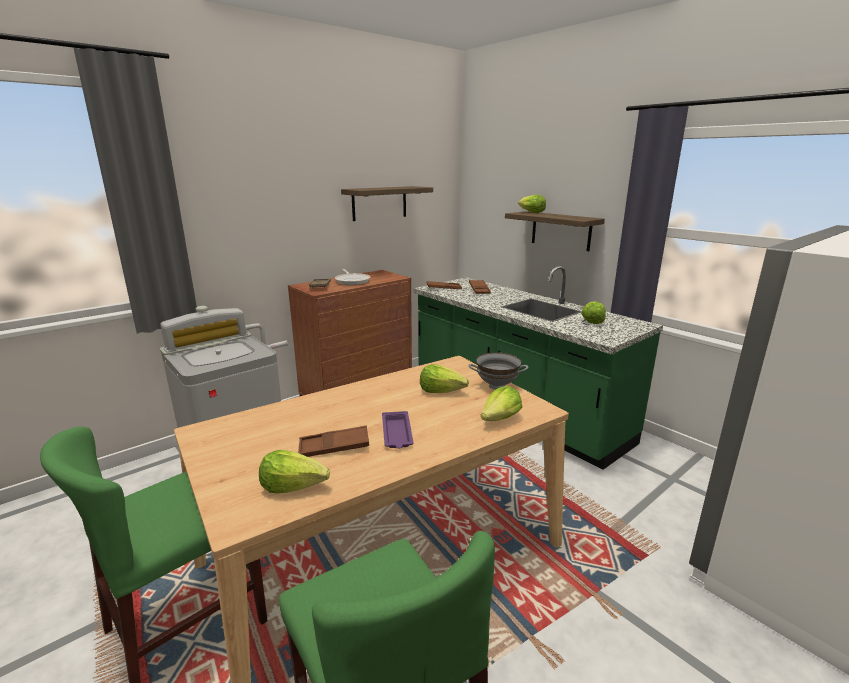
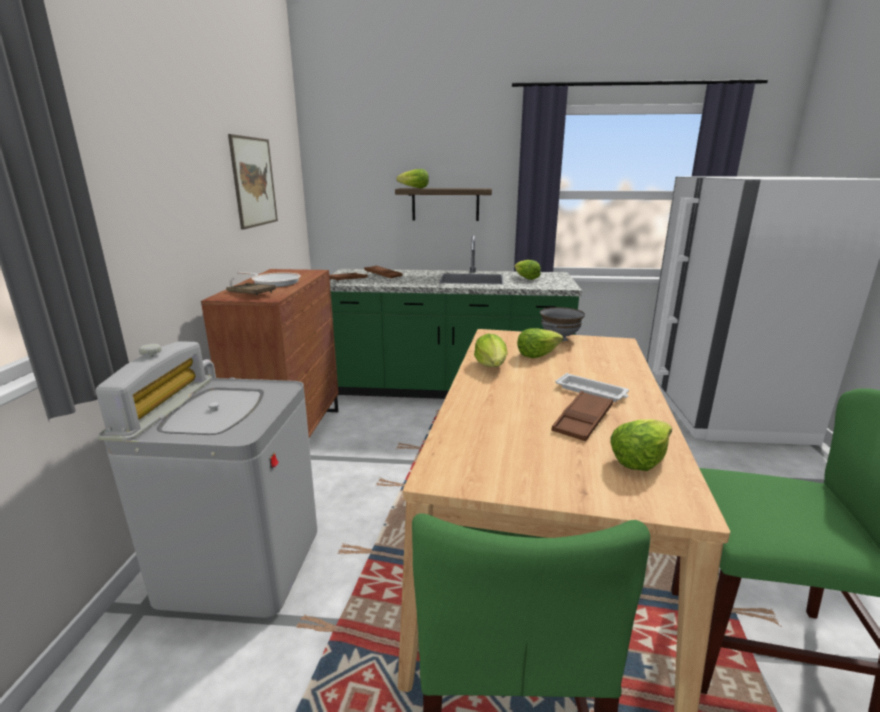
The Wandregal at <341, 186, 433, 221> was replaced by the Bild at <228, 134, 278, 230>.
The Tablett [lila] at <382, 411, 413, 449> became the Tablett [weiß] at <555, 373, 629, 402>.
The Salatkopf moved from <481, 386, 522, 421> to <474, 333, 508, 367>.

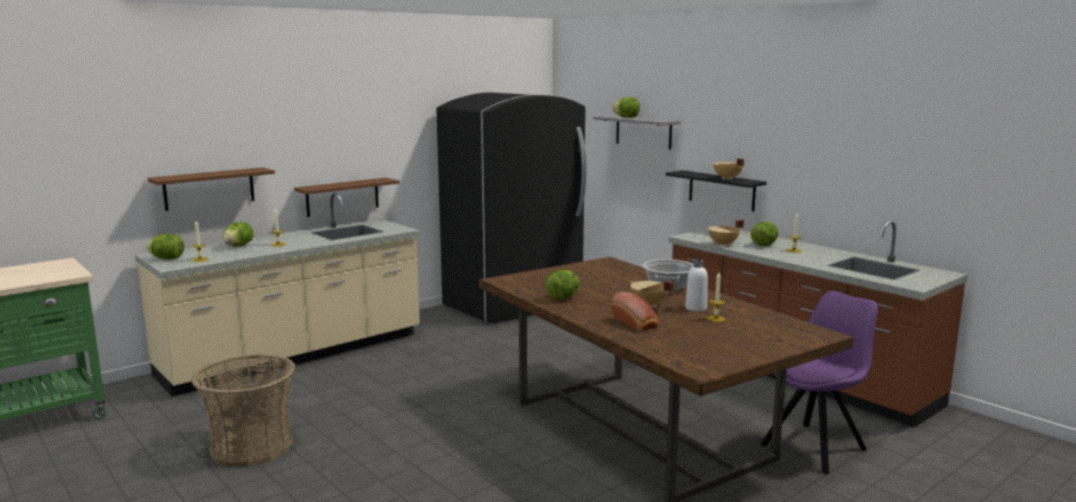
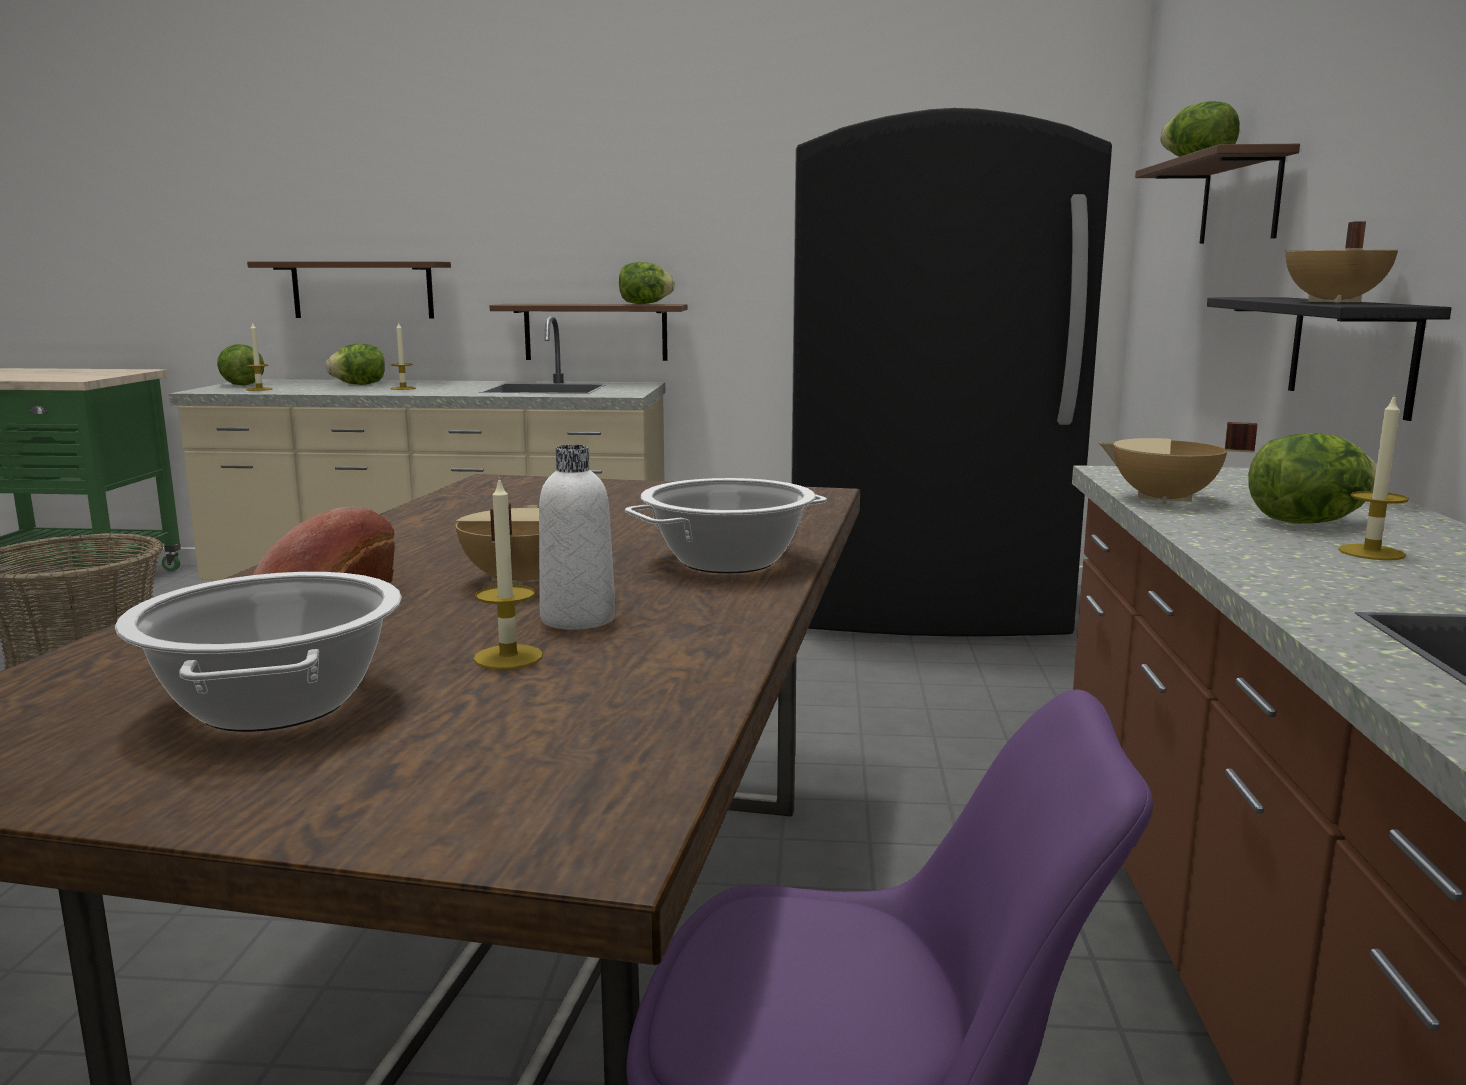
The Salatkopf moved from <545, 270, 579, 300> to <619, 262, 675, 304>.
The Wandregal [grau] at <593, 116, 681, 150> became the Wandregal [braun] at <1135, 144, 1300, 244>.
The Kochtopf at <115, 572, 402, 732> appeared.

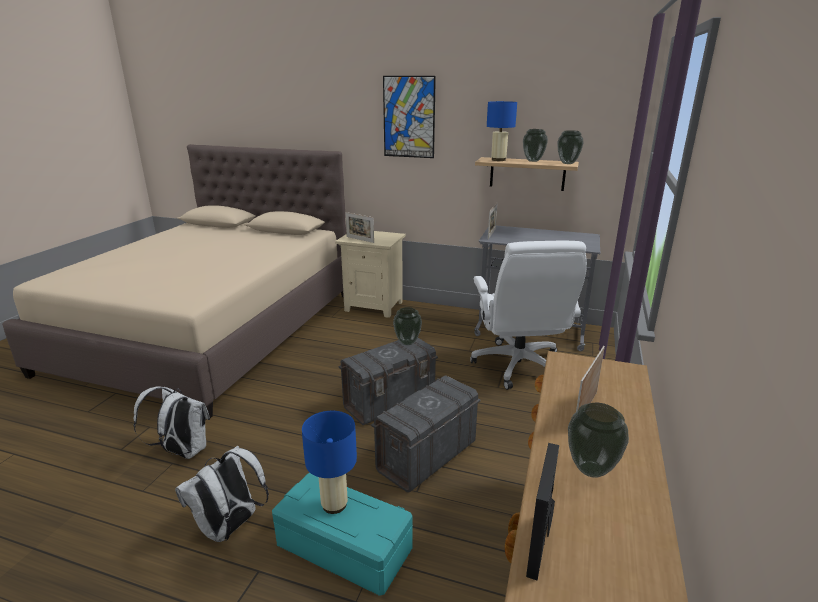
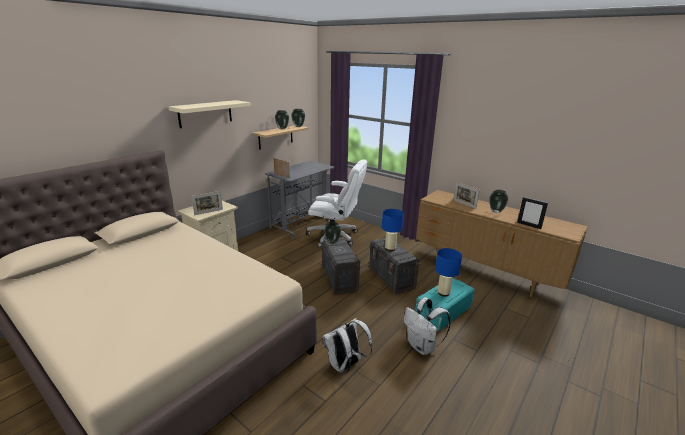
The Bild at <383, 76, 436, 158> was replaced by the Wandregal [beige] at <168, 100, 251, 128>.
The Tischlampe [blau] moved from <487, 101, 517, 161> to <382, 209, 404, 251>.

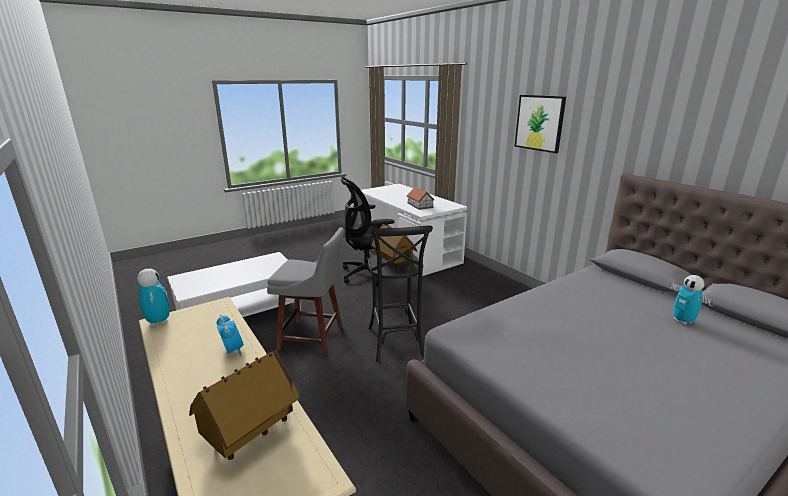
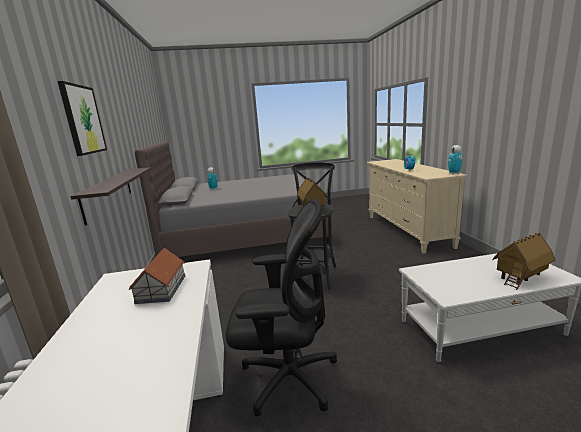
The Spielzeughaus moved from <189, 350, 300, 460> to <492, 233, 555, 290>.
The Hocker [grau] at <267, 227, 344, 356> disappeared.
The Wandregal at <70, 167, 152, 226> appeared.

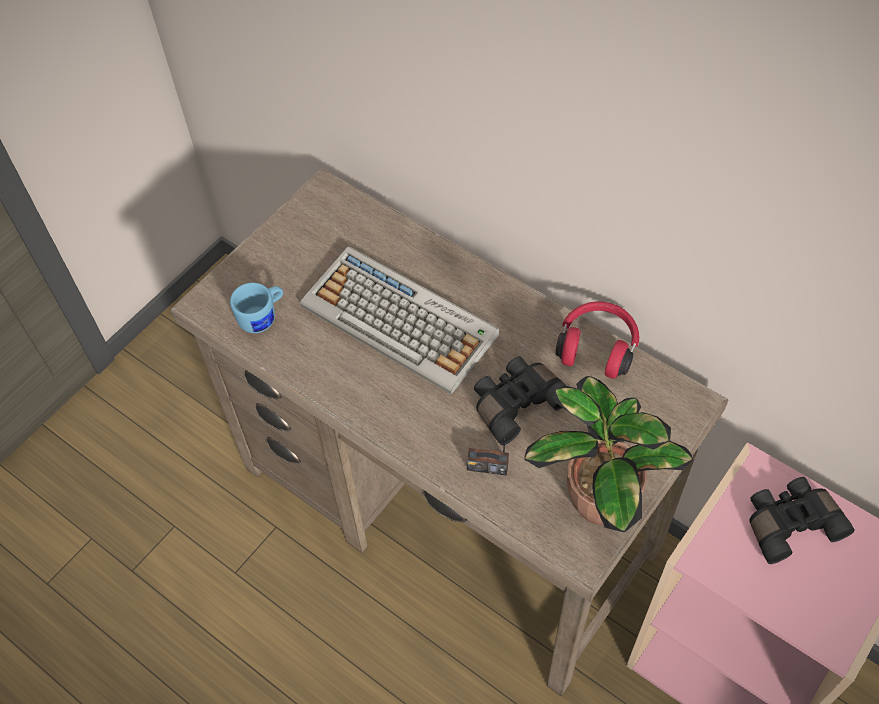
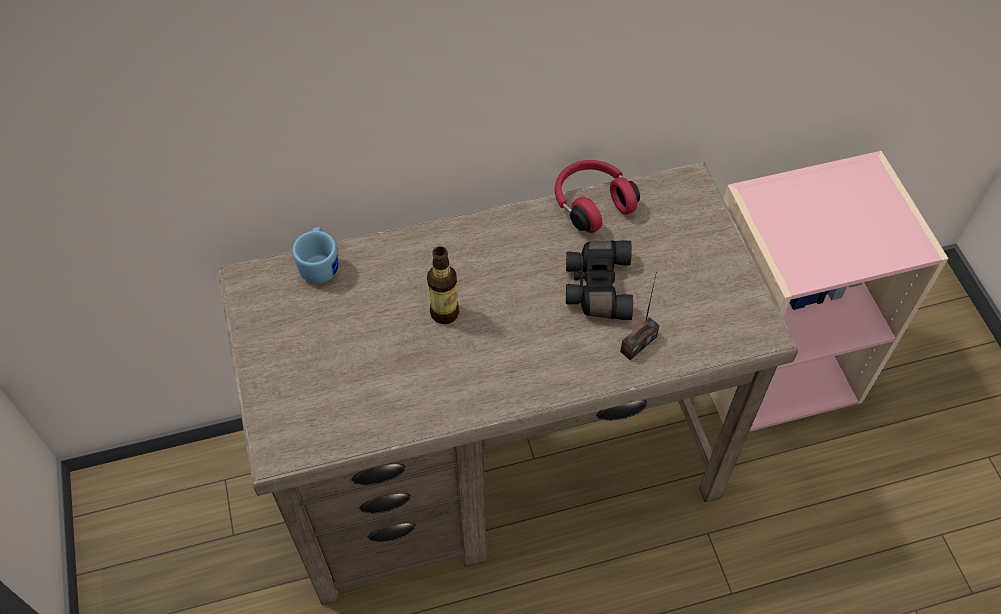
The Henkelbecher [blau] moved from <230, 283, 283, 333> to <292, 227, 339, 284>.
The Tastatur at <300, 246, 499, 395> was replaced by the Flasche at <427, 246, 459, 324>.
The Topfpflanze at <524, 376, 693, 532> disappeared.
The Fernglas [schwarz] at <749, 477, 855, 564> disappeared.

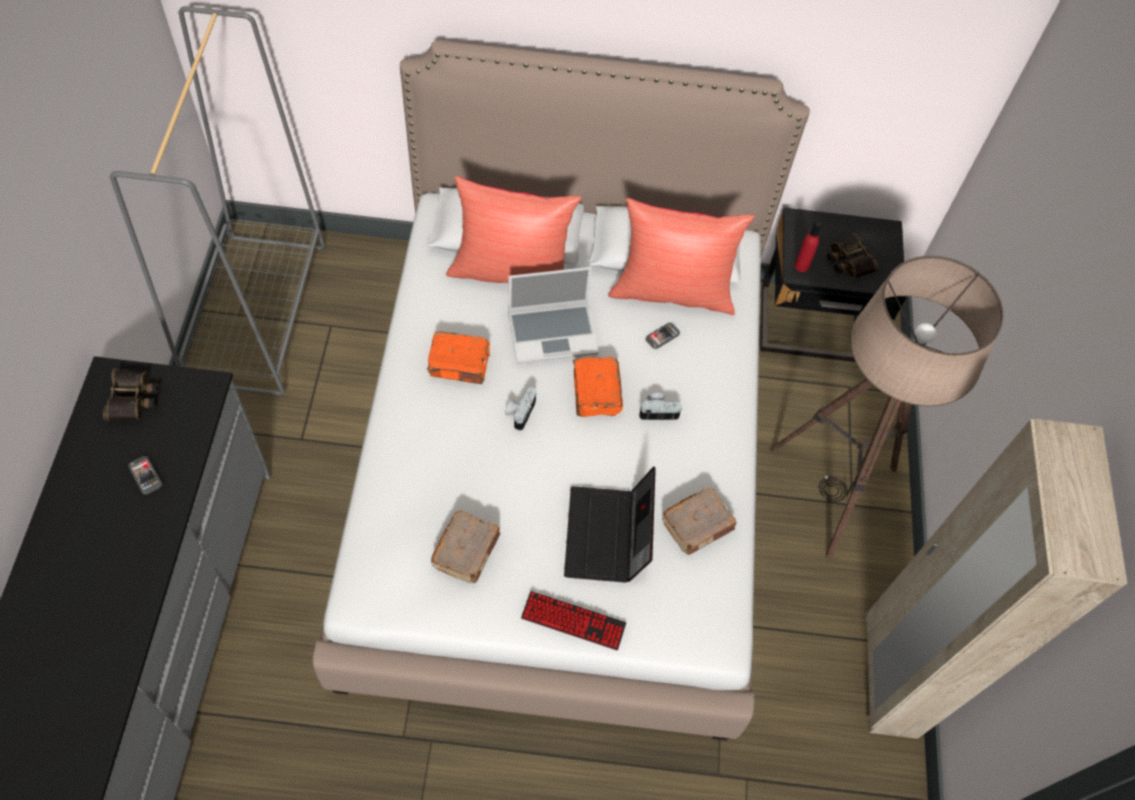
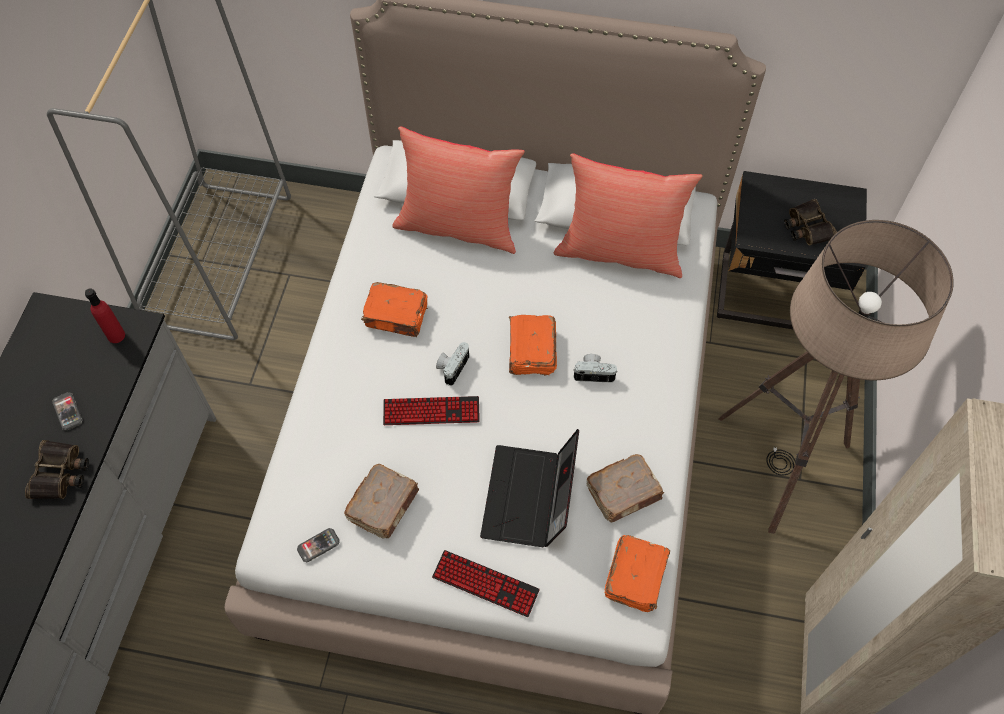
The Fernglas moved from <103, 368, 160, 421> to <25, 440, 89, 499>.
The Laptop at <508, 267, 598, 364> disappeared.
The Handy moved from <646, 322, 680, 349> to <297, 528, 340, 562>.
The Flasche [rot] moved from <794, 221, 822, 272> to <85, 288, 125, 343>.
The Tastatur at <383, 396, 480, 425> appeared.
The Buch [orange] at <605, 535, 670, 612> appeared.

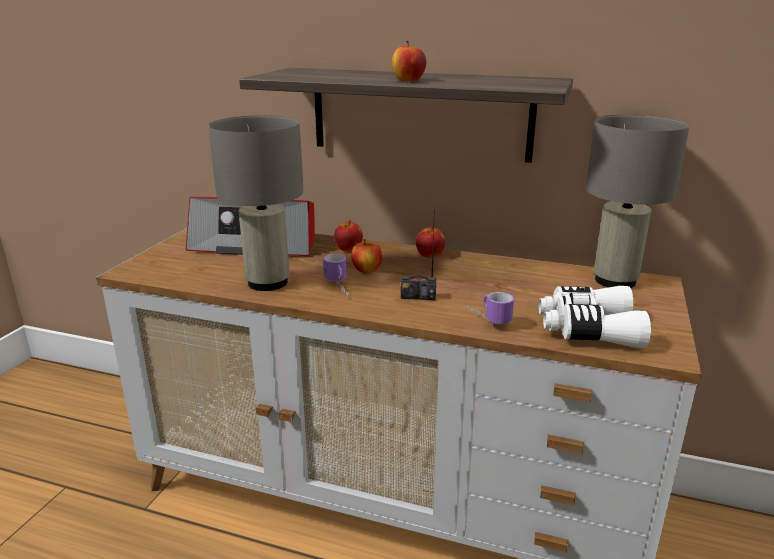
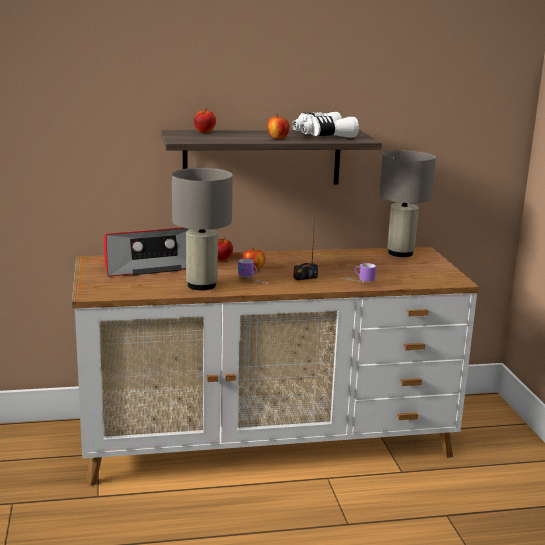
The Apfel moved from <416, 226, 445, 258> to <194, 108, 216, 133>.
The Fernglas [weiß] moved from <538, 286, 651, 348> to <292, 112, 359, 138>.

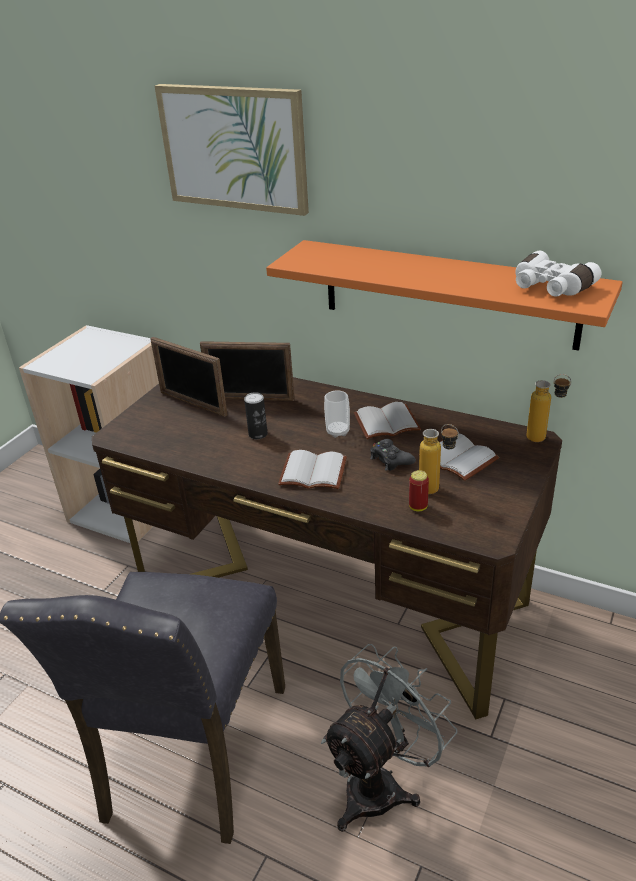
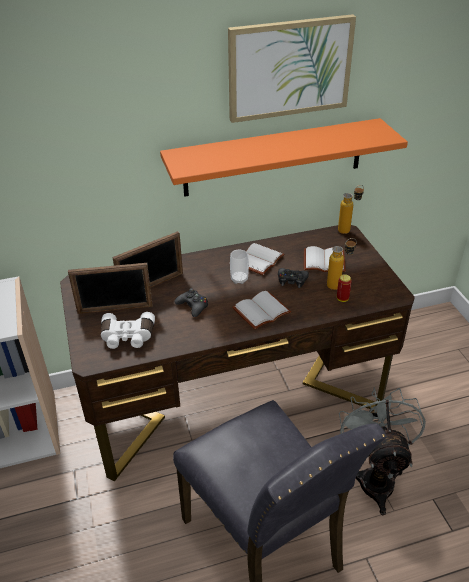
The Bild moved from <155, 84, 309, 216> to <228, 14, 356, 123>.
The Dose at <244, 392, 268, 439> was replaced by the Gamepad [schwarz] at <175, 288, 208, 317>.
The Fernglas [weiß] moved from <515, 251, 602, 297> to <101, 312, 155, 349>.

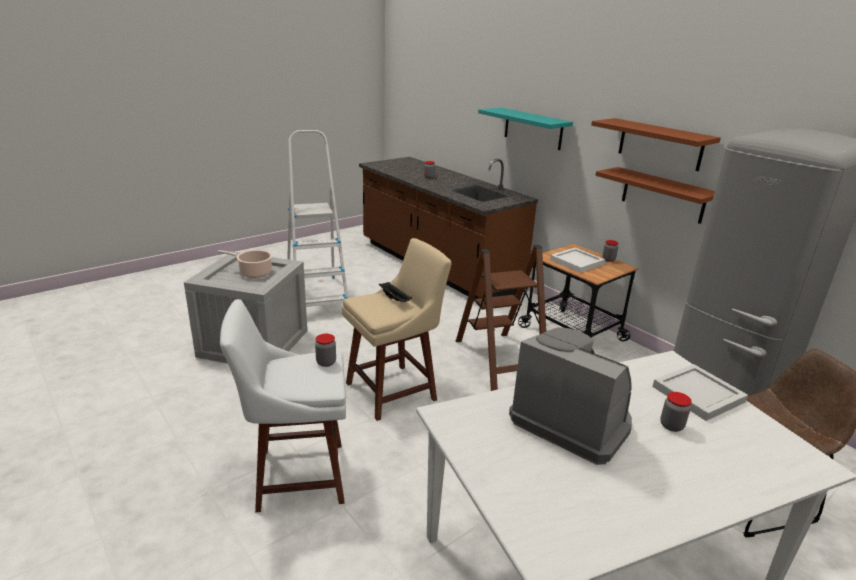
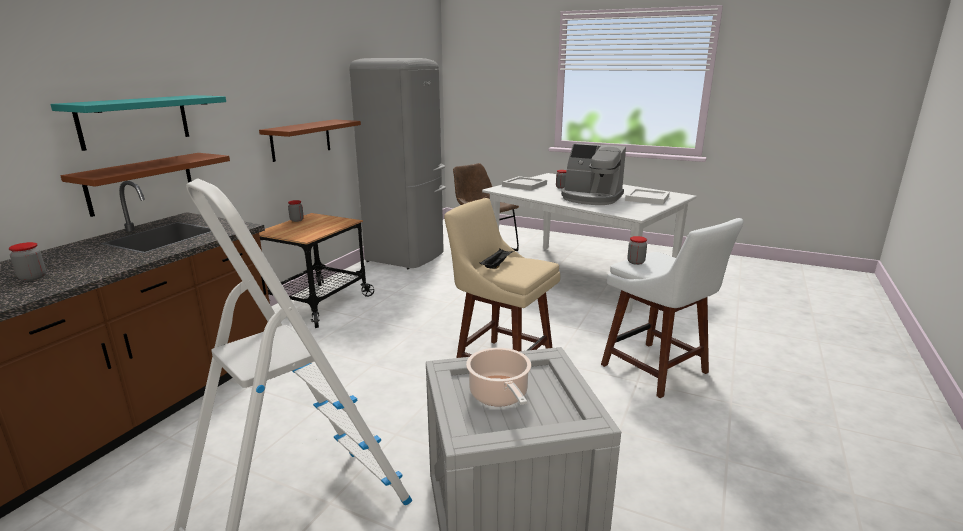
The Trittleiter [braun] at <455, 245, 546, 391> disappeared.
The Kaffeemaschine at <509, 327, 632, 465> turned 75 degrees counterclockwise.
The Tablett [weiß] moved from <550, 248, 605, 273> to <625, 188, 670, 205>.
The Wandregal [braun] moved from <591, 118, 721, 171> to <60, 153, 230, 217>.

